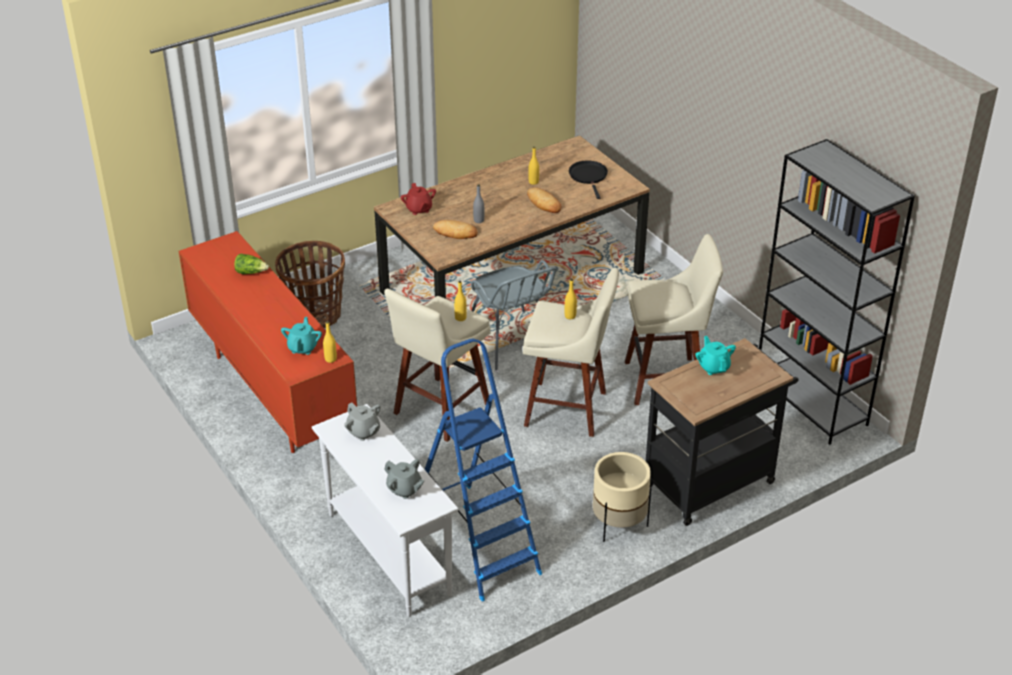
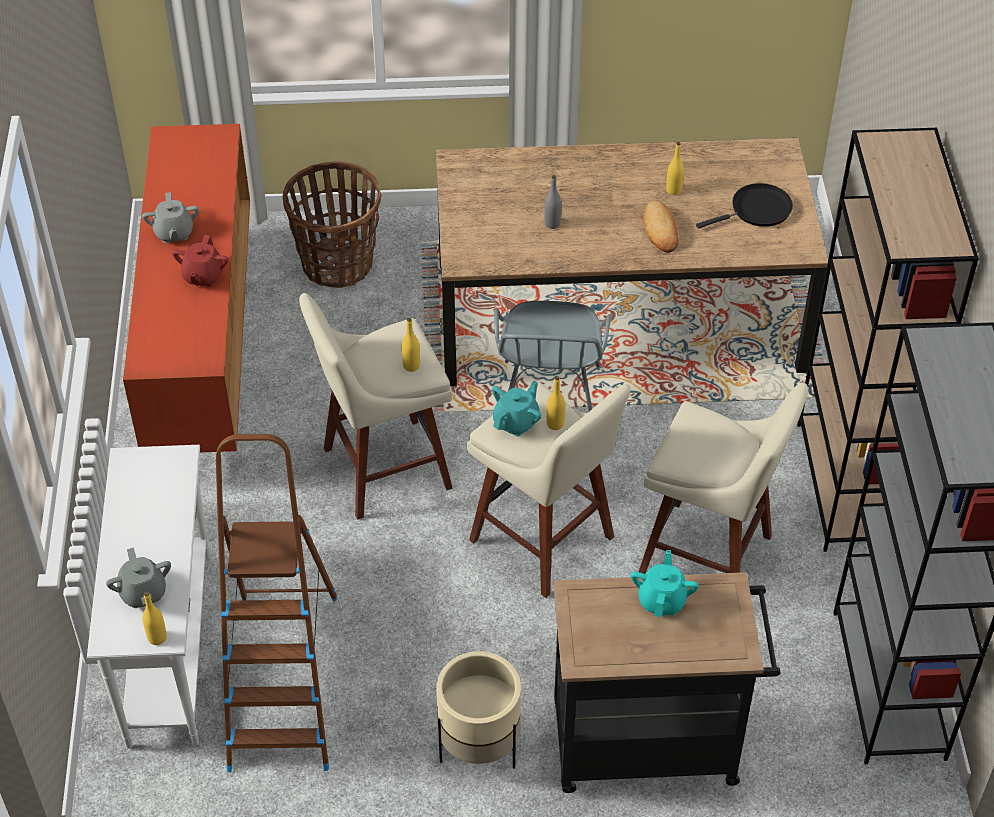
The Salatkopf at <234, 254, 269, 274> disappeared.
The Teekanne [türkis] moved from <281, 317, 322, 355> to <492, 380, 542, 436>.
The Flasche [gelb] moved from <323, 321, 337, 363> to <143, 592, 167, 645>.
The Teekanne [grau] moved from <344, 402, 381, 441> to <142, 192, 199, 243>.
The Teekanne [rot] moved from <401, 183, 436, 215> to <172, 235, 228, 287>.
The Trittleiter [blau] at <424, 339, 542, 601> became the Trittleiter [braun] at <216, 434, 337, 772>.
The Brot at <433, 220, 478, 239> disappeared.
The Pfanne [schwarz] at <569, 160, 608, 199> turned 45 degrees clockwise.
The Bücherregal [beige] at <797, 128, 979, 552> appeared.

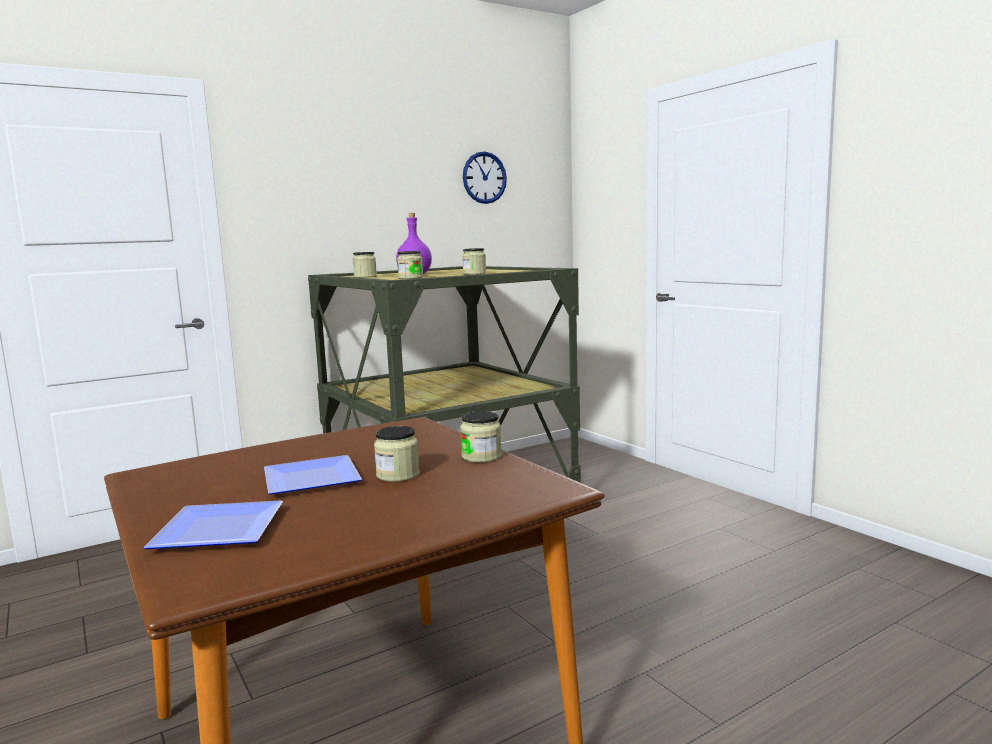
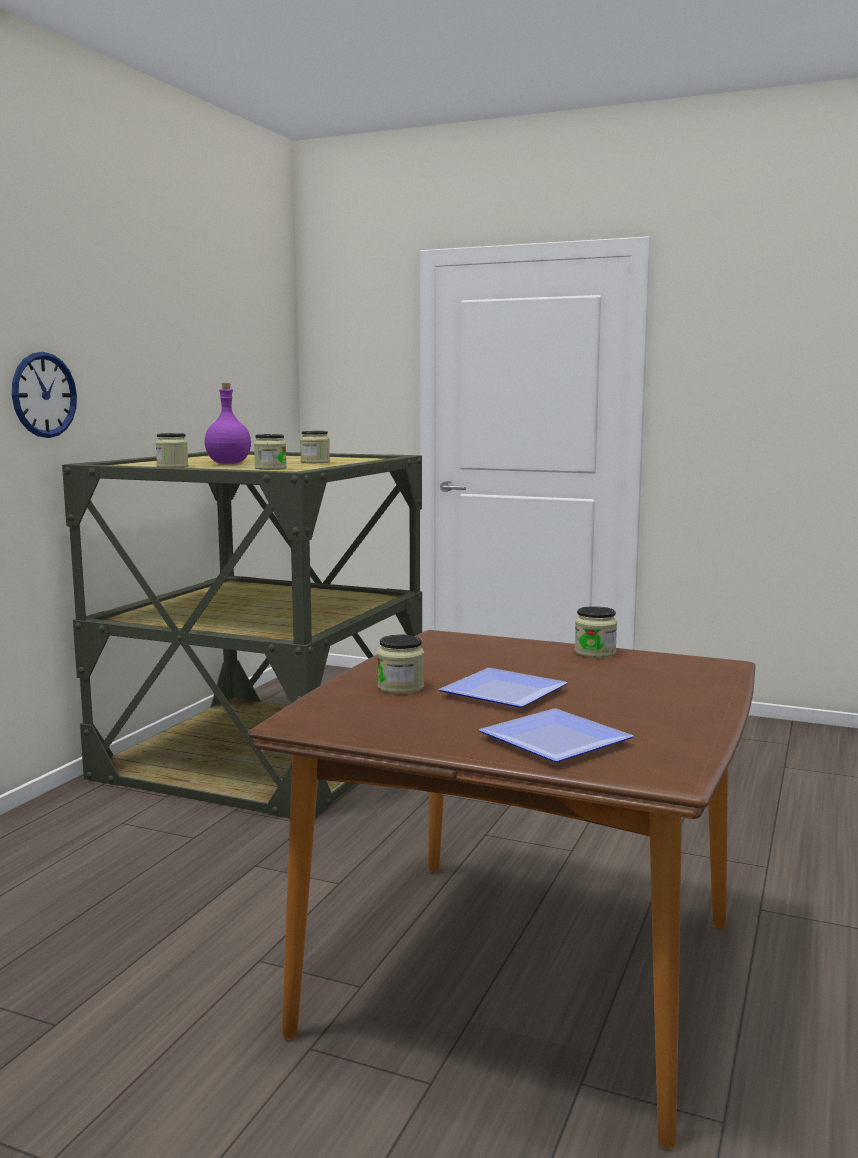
The Vorratsglas moved from <374, 426, 420, 482> to <377, 635, 424, 694>.
The Wanduhr moved from <463, 151, 507, 204> to <12, 352, 77, 438>.

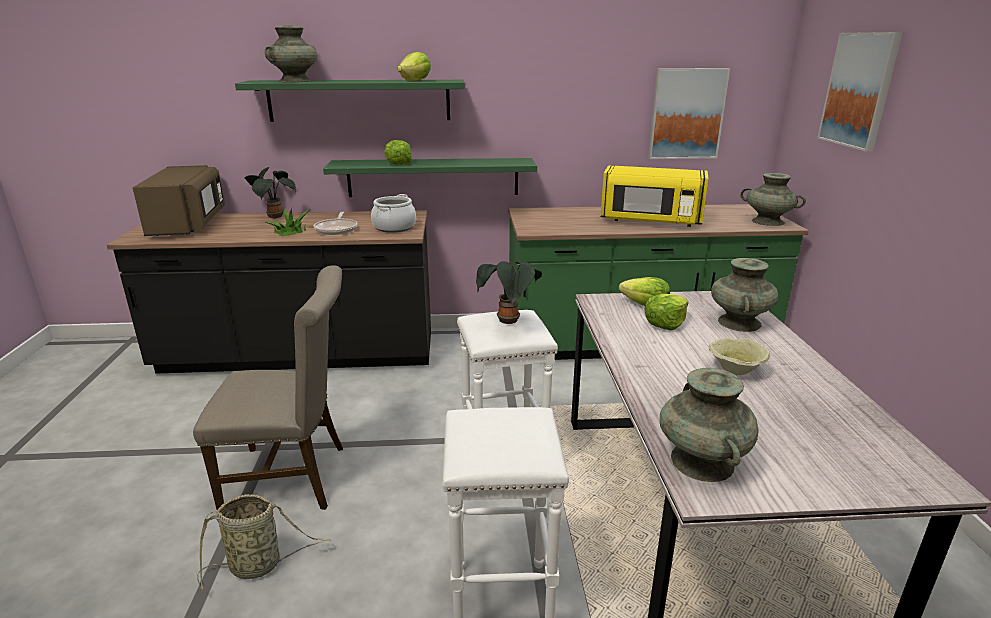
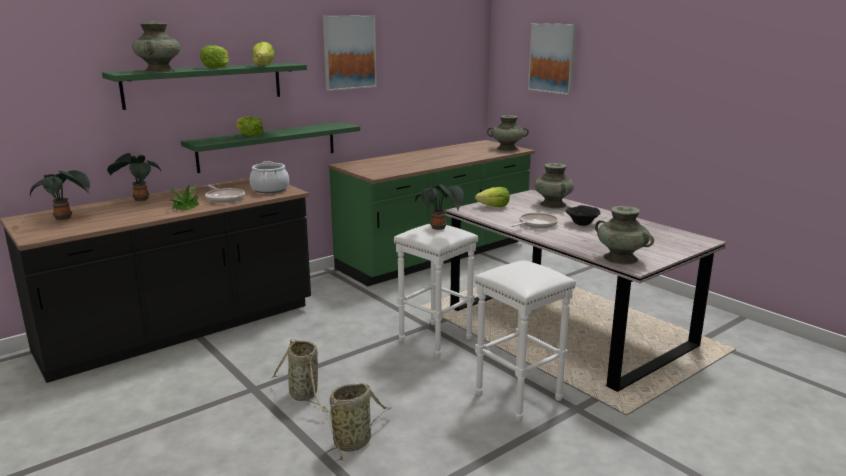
The Mikrowelle [braun] at <133, 165, 225, 236> was replaced by the Topfpflanze at <30, 170, 90, 220>.
The Stuhl [beige] at <193, 265, 343, 510> was replaced by the Korb at <272, 339, 330, 412>.
The Mikrowelle [gelb] at <601, 165, 709, 227> disappeared.
The Salatkopf moved from <644, 294, 688, 330> to <200, 45, 229, 68>.
The Bild moved from <648, 68, 730, 159> to <323, 15, 377, 91>.
The Schüssel [beige] at <709, 337, 770, 375> became the Schüssel [schwarz] at <565, 205, 601, 226>.
The Pfanne at <511, 213, 558, 228> appeared.

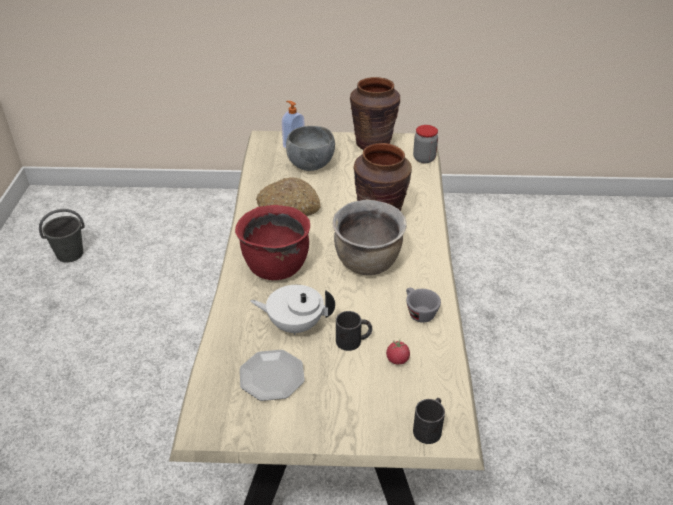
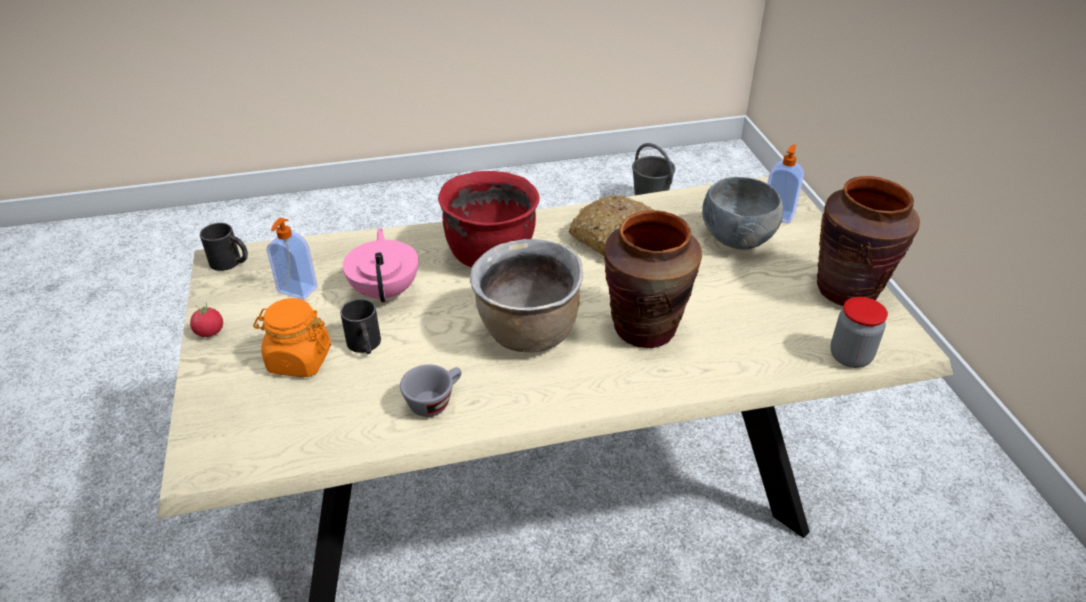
The Teller at <240, 350, 305, 401> was replaced by the Seifenspender at <267, 218, 318, 300>.
The Teekanne [weiß] at <250, 285, 335, 335> became the Teekanne [rosa] at <343, 228, 418, 303>.
The Tomate moved from <386, 338, 410, 365> to <190, 303, 223, 337>.
The Henkelbecher [schwarz] moved from <413, 398, 445, 444> to <200, 223, 248, 271>.
The Vorratsglas [orange] at <253, 298, 331, 377> appeared.

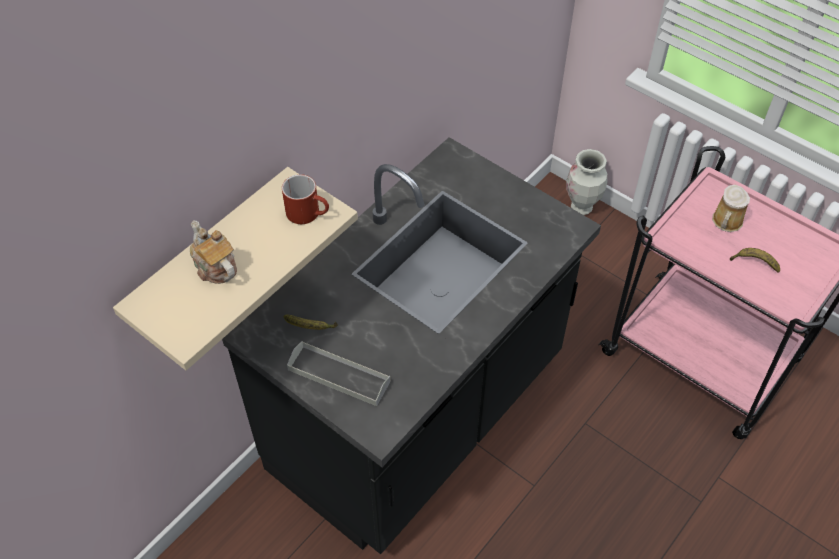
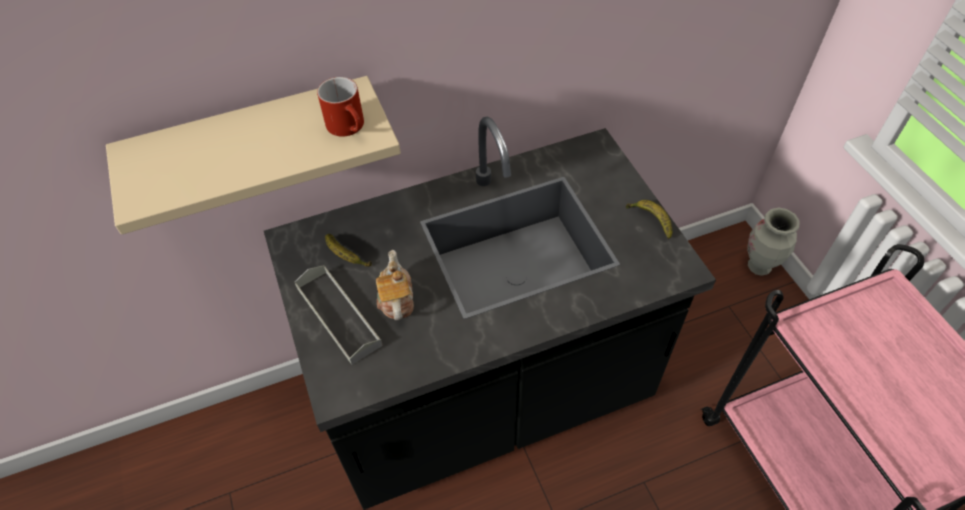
The Teekanne moved from <190, 221, 237, 284> to <376, 250, 414, 320>.
The Henkelbecher at <712, 185, 750, 232> disappeared.
The Banane moved from <730, 248, 780, 273> to <626, 200, 673, 239>.

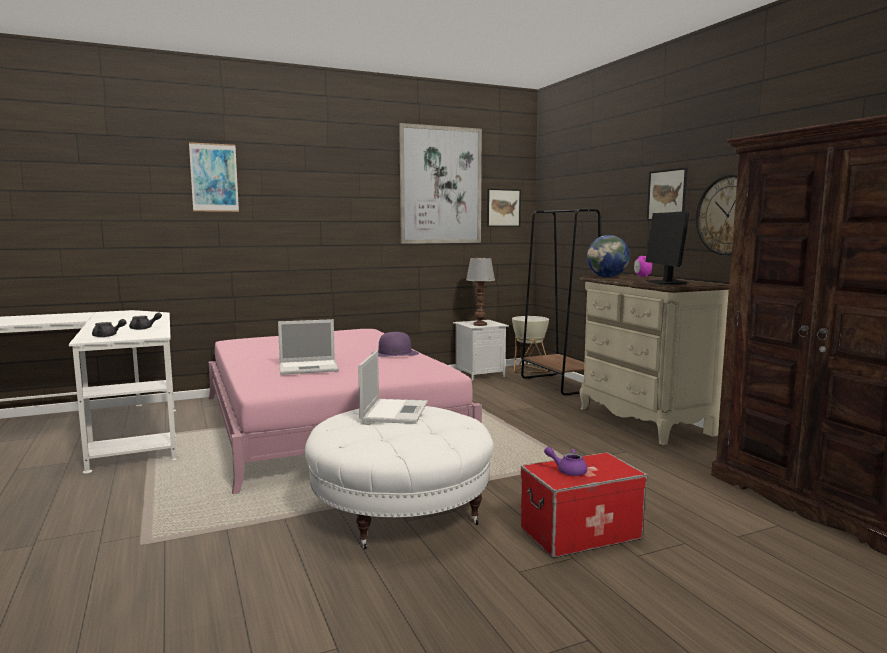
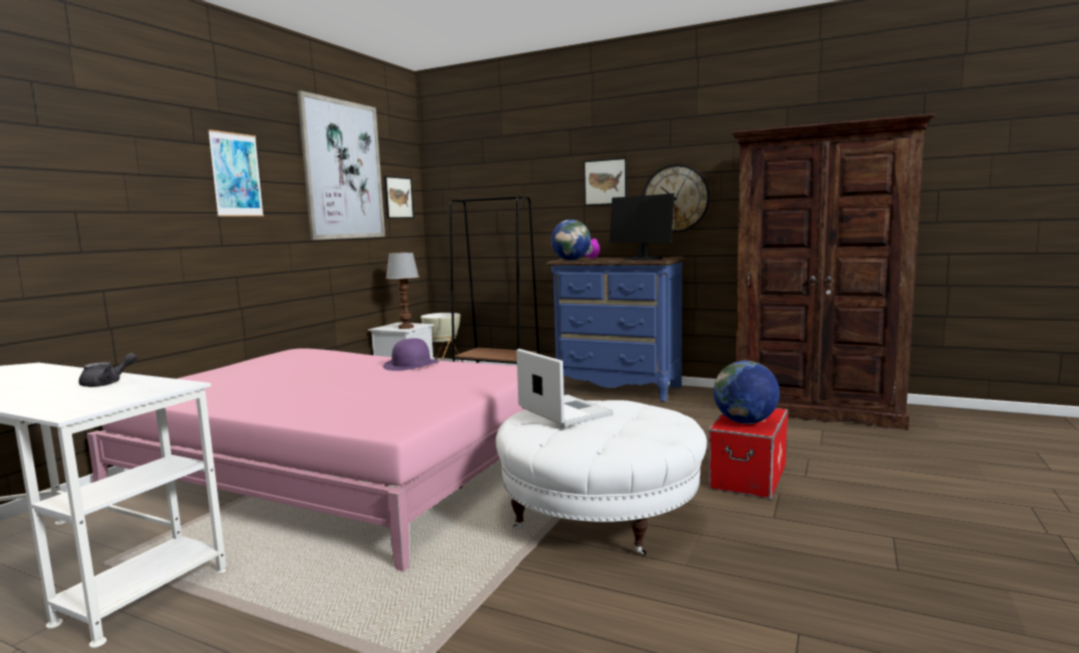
The Teekanne [grau] at <92, 319, 127, 337> disappeared.
The Bild moved from <189, 142, 239, 212> to <208, 130, 264, 216>.
The Laptop at <278, 319, 339, 375> disappeared.
The Teekanne [lila] at <544, 447, 587, 476> was replaced by the Globus at <713, 361, 780, 424>.
The Kommode [beige] at <580, 275, 729, 445> became the Kommode [blau] at <546, 257, 686, 402>.

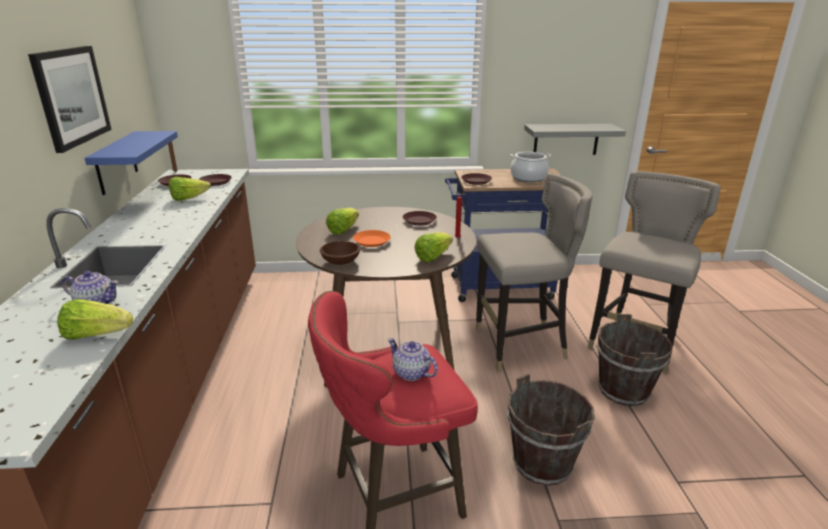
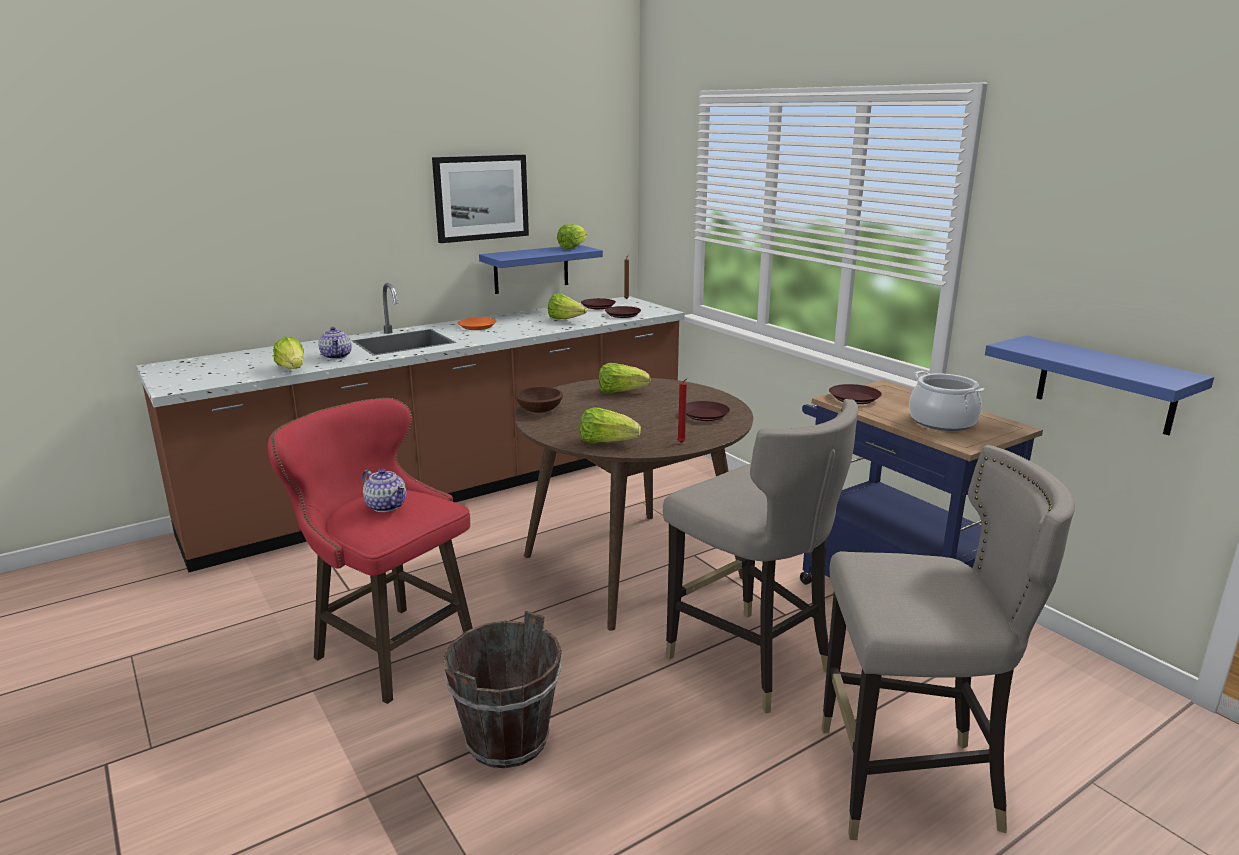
The Teller [orange] moved from <353, 230, 391, 247> to <457, 317, 496, 330>.
The Teekanne at <387, 338, 438, 381> turned 120 degrees clockwise.
The Wandregal [grau] at <524, 124, 626, 155> became the Wandregal [blau] at <985, 335, 1214, 435>.
The Eimer [braun] at <597, 314, 672, 406> disappeared.
The Salatkopf at <557, 224, 587, 249> appeared.

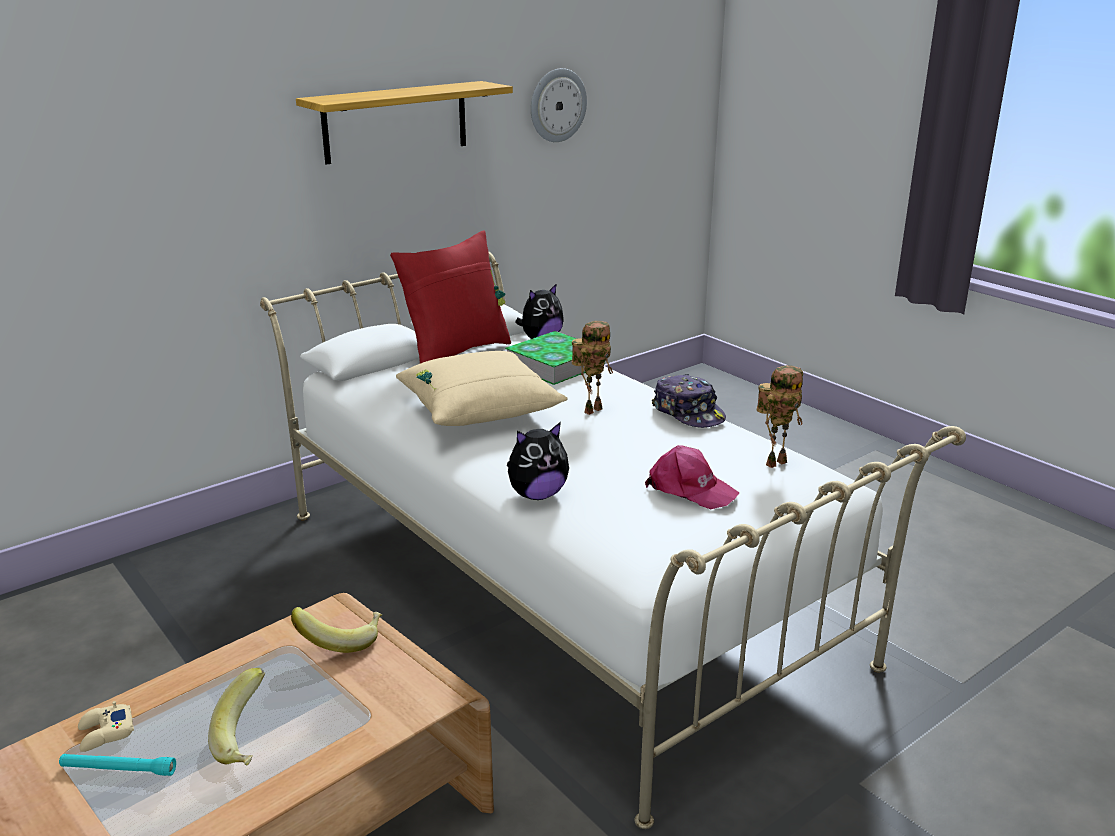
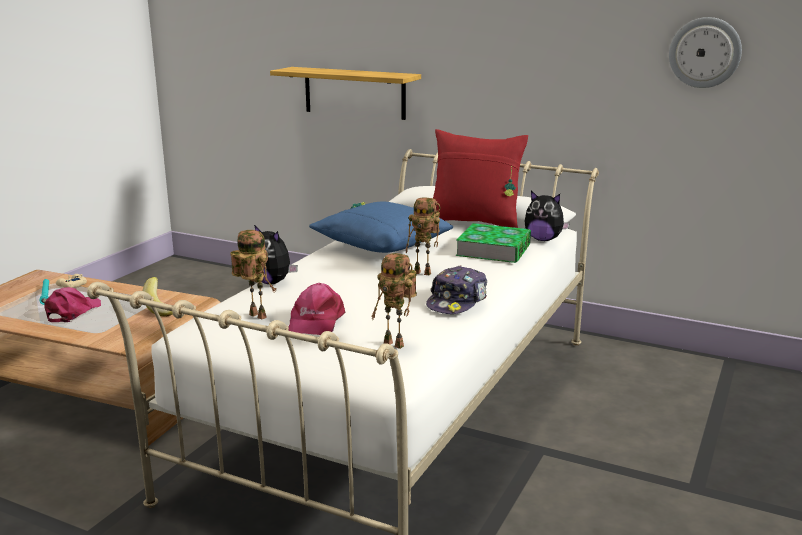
The Banane at <208, 668, 265, 765> was replaced by the Kappe [rosa] at <44, 287, 101, 322>.
The Wandregal moved from <296, 81, 513, 165> to <270, 67, 421, 120>.
The Kissen [beige] at <396, 351, 568, 426> became the Kissen [blau] at <309, 202, 453, 253>.
The Spielzeugroboter at <230, 230, 277, 320> appeared.

